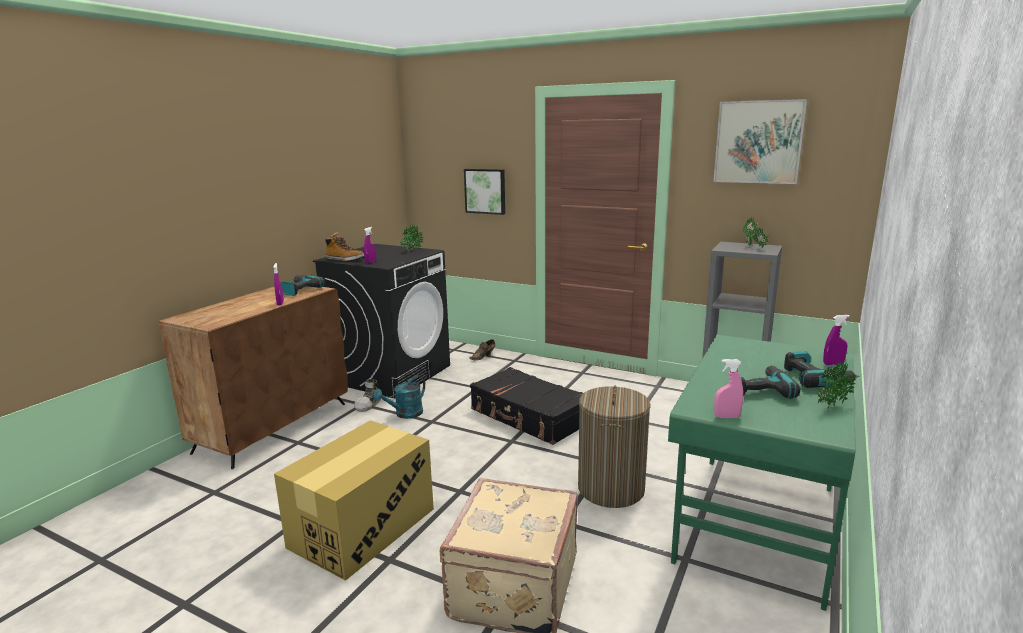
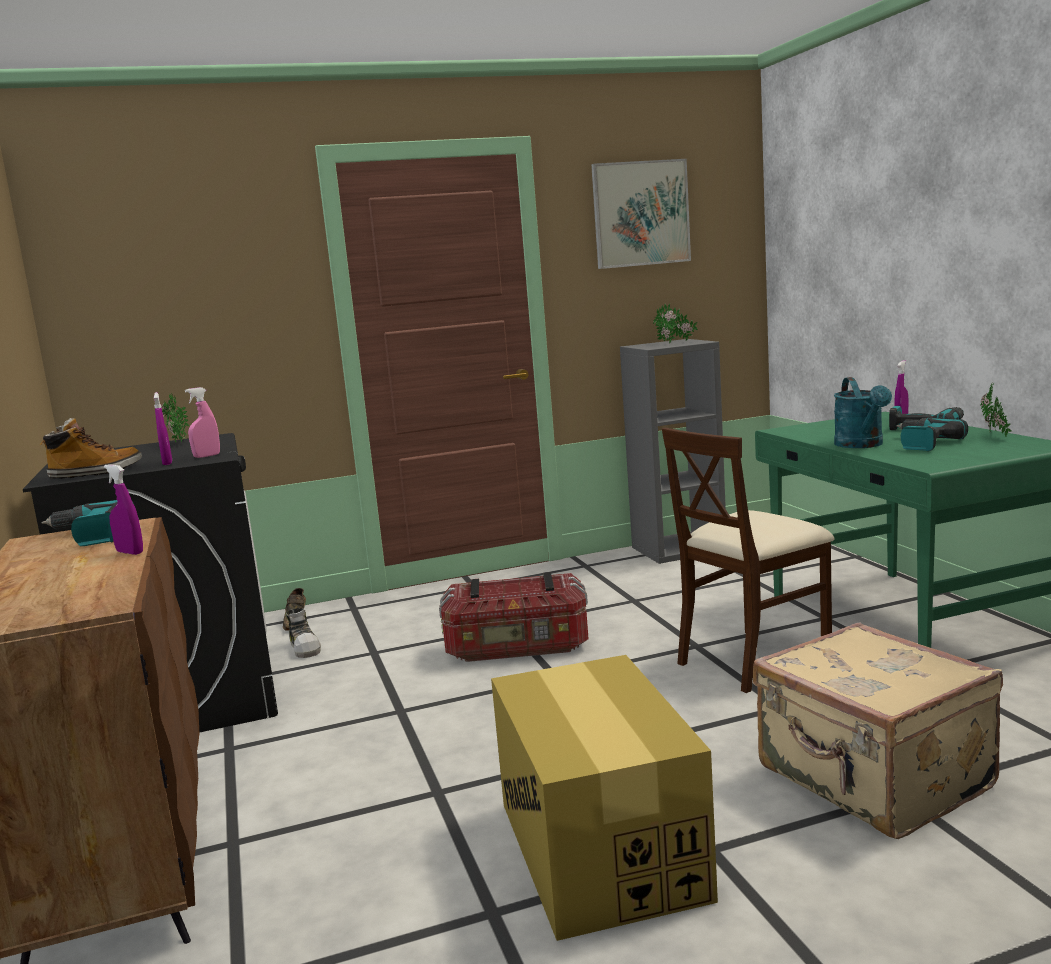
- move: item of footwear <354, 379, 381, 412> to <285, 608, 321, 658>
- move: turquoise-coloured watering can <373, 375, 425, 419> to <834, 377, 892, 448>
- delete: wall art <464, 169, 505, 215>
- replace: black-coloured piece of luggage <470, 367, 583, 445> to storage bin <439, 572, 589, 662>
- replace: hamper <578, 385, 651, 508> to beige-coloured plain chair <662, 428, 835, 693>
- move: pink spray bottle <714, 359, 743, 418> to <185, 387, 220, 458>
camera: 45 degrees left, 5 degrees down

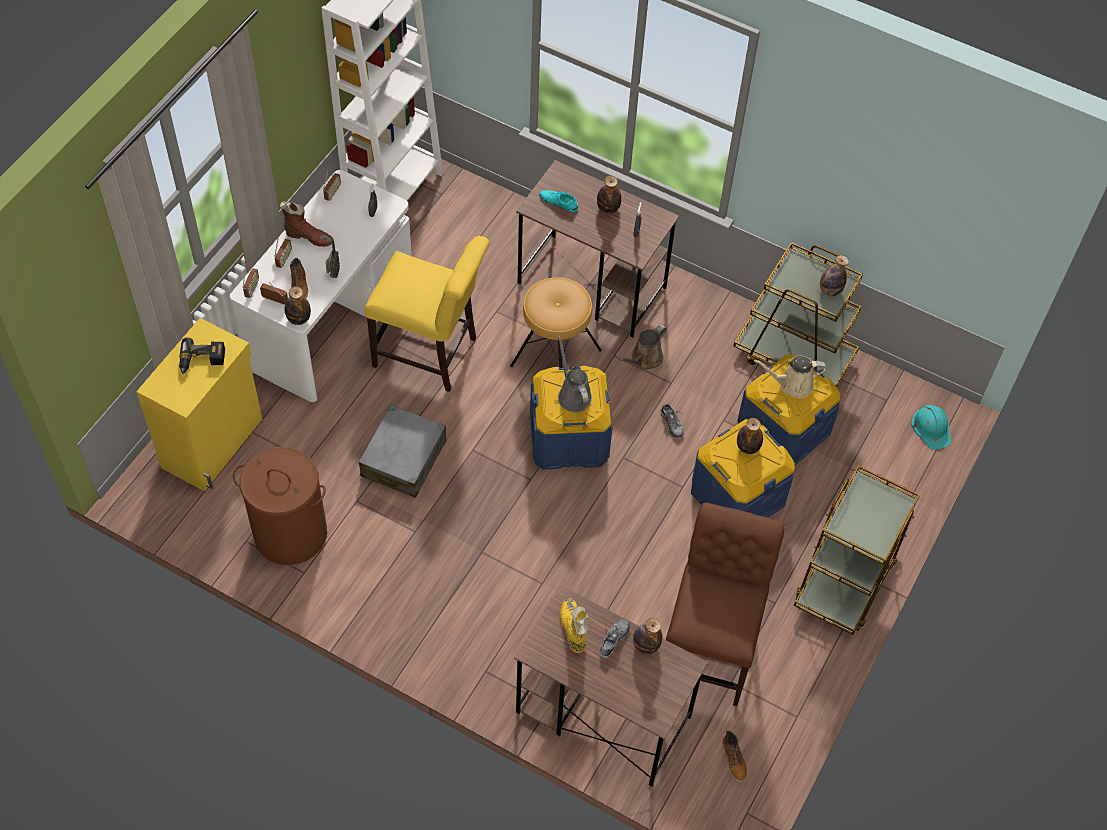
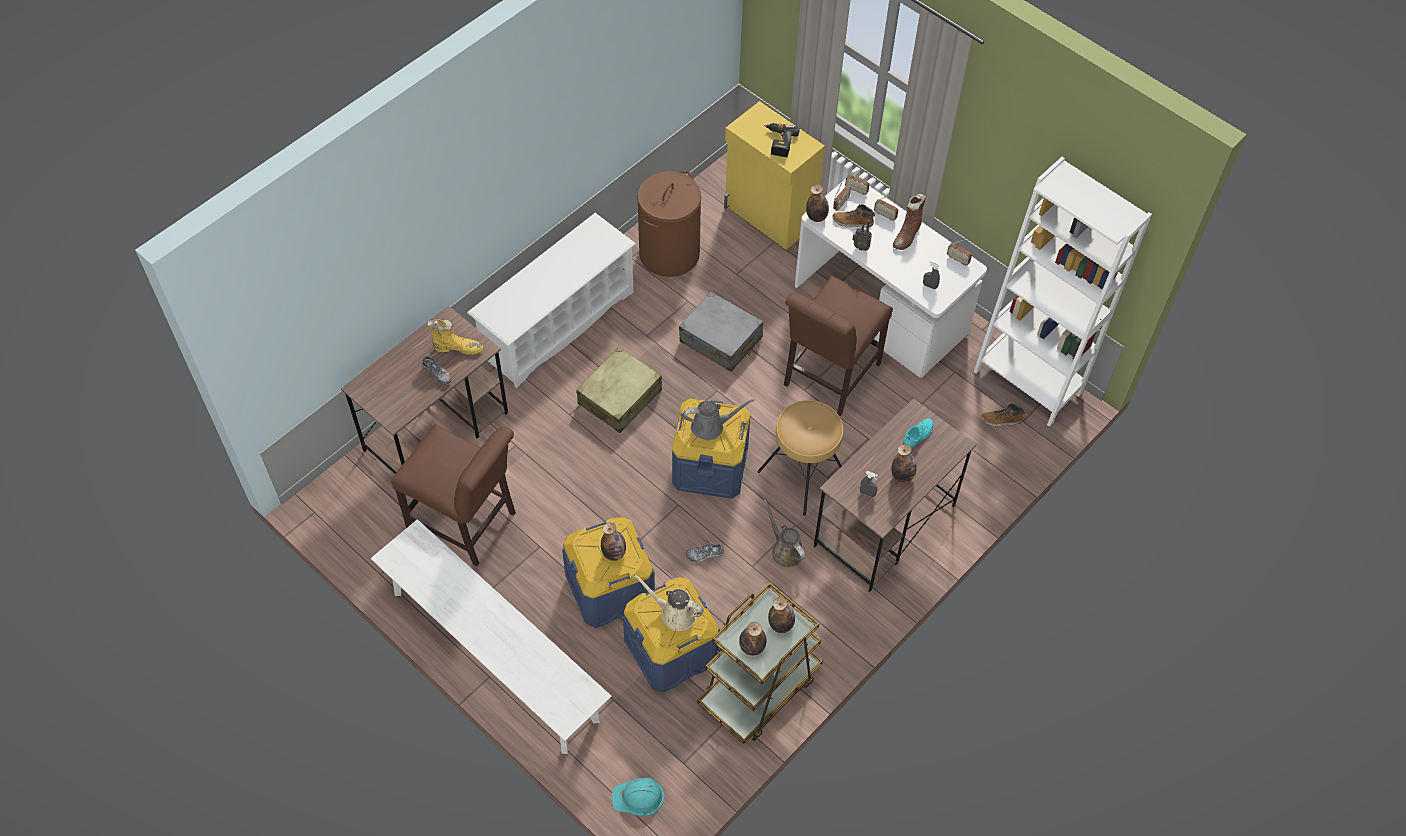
- recolor: yellow-coloured plain chair <365, 236, 489, 392> to brown plain chair <784, 276, 893, 416>
- move: drink bottle <633, 618, 662, 655> to <768, 597, 795, 633>
- move: boot <722, 730, 747, 782> to <982, 404, 1025, 427>
- rotate: beige-coloured watering can <754, 356, 827, 398> = <634, 574, 704, 631> 75 degrees counterclockwise
- replace: brown wheeled cart <794, 465, 920, 635> to white long seat <371, 519, 611, 754>
- insert: white shoe shelf <467, 213, 636, 388>
- insert: beige-coloured piece of luggage <576, 347, 662, 433>
camera: 105 degrees right, 0 degrees up

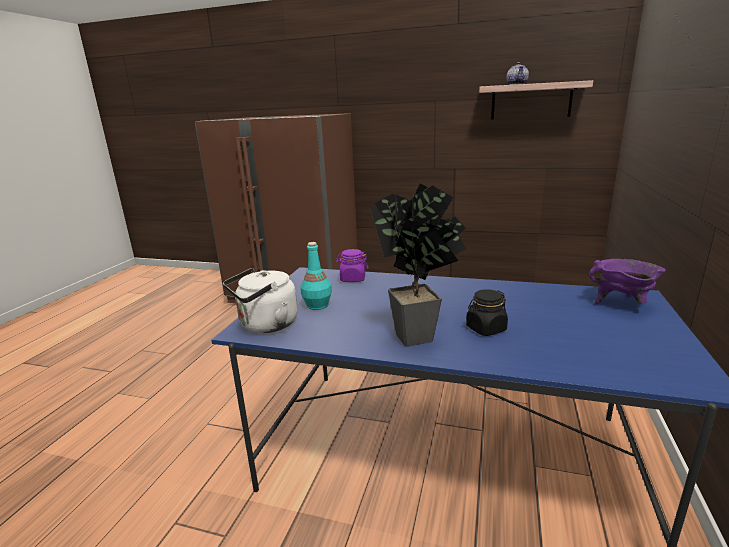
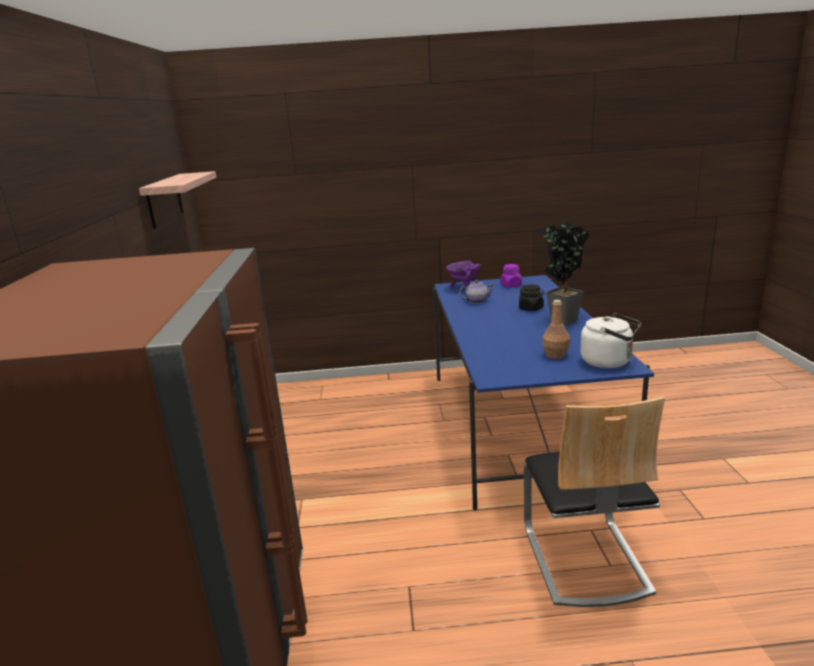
- recolor: turquoise-coloured drink bottle <301, 242, 332, 310> to brown drink bottle <542, 300, 570, 359>
- move: purple-coloured preserve jar <336, 249, 368, 282> to <501, 264, 522, 287>
- move: teapot <507, 62, 529, 85> to <459, 280, 494, 304>
- insert: plain chair <524, 396, 665, 607>
camera: 110 degrees left, 0 degrees up

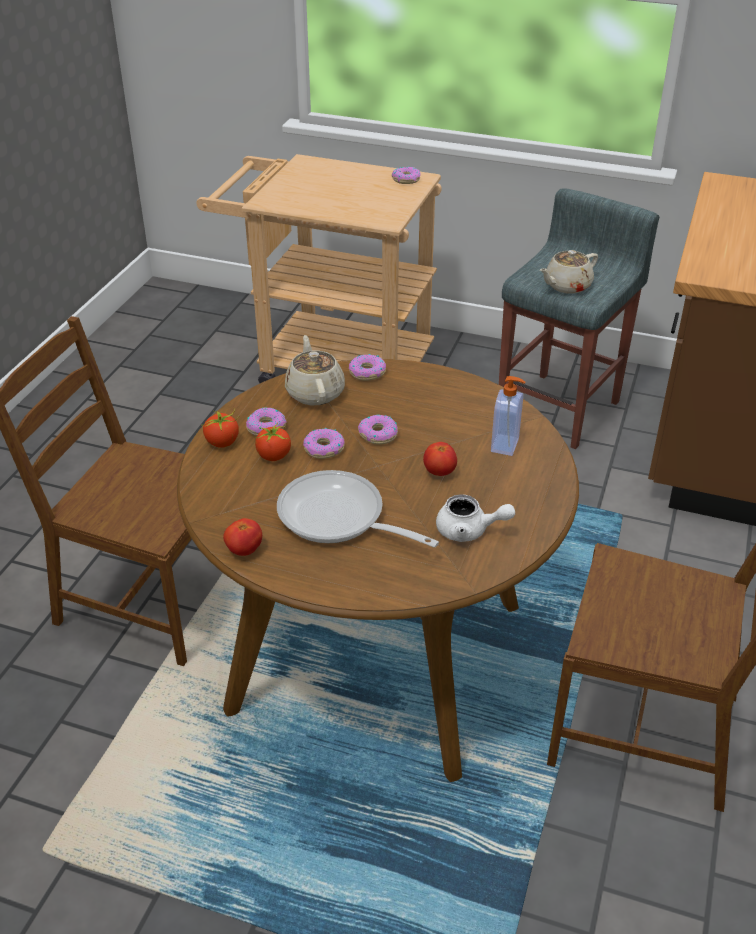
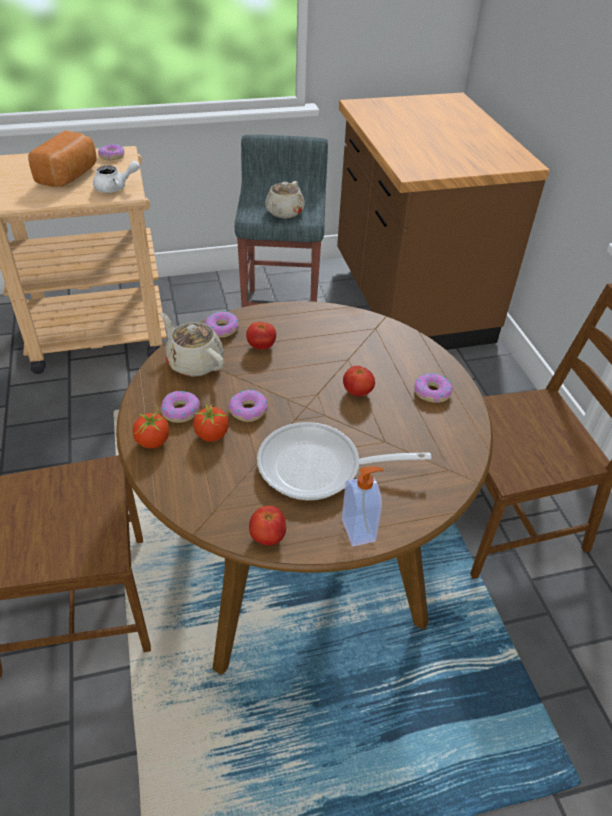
- move: donut <358, 415, 398, 445> to <414, 373, 453, 403>
- move: white teapot <436, 494, 515, 542> to <93, 161, 140, 193>
- move: soap dispenser <491, 376, 525, 456> to <342, 466, 383, 546>
- insert: bread <28, 131, 97, 187>
- insert: tomato <246, 322, 276, 349>
camera: 35 degrees left, 5 degrees up

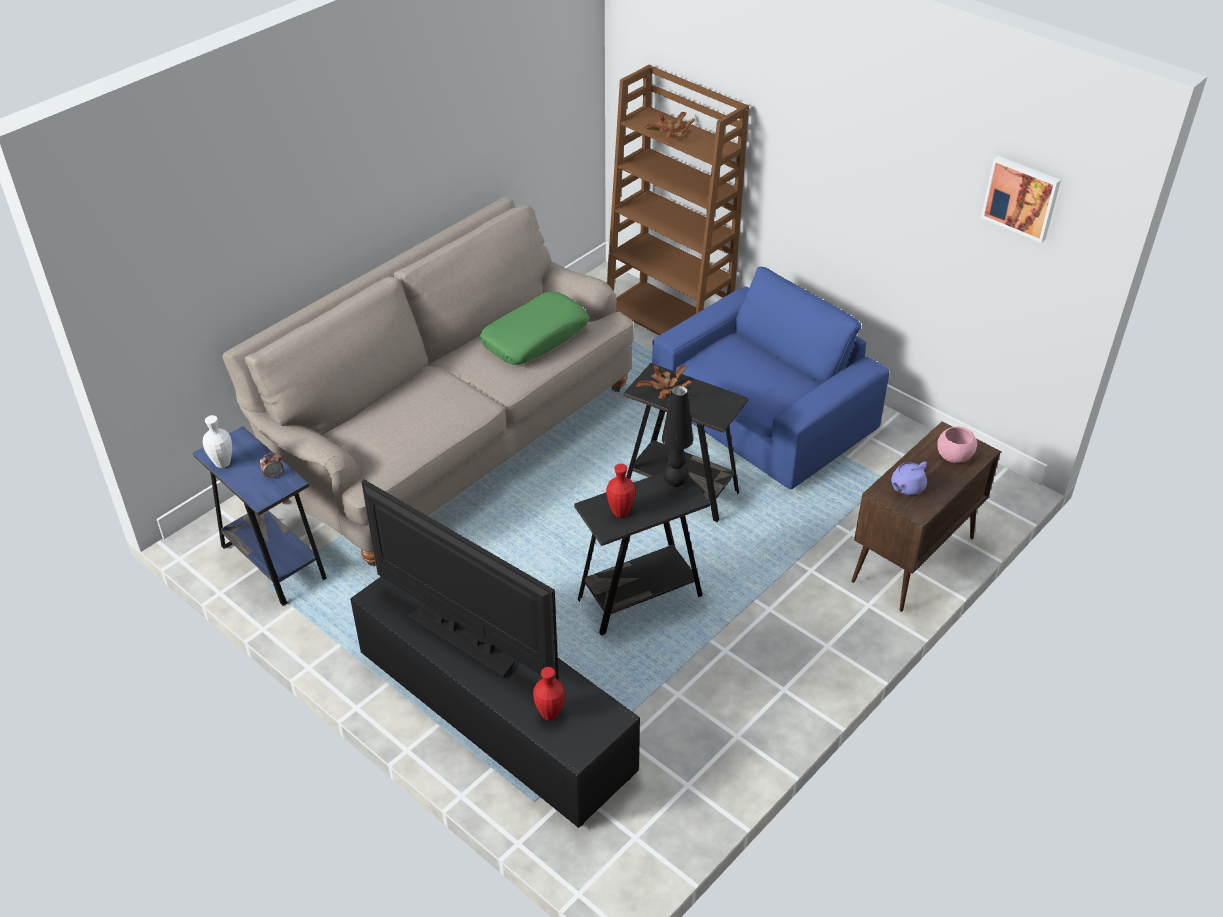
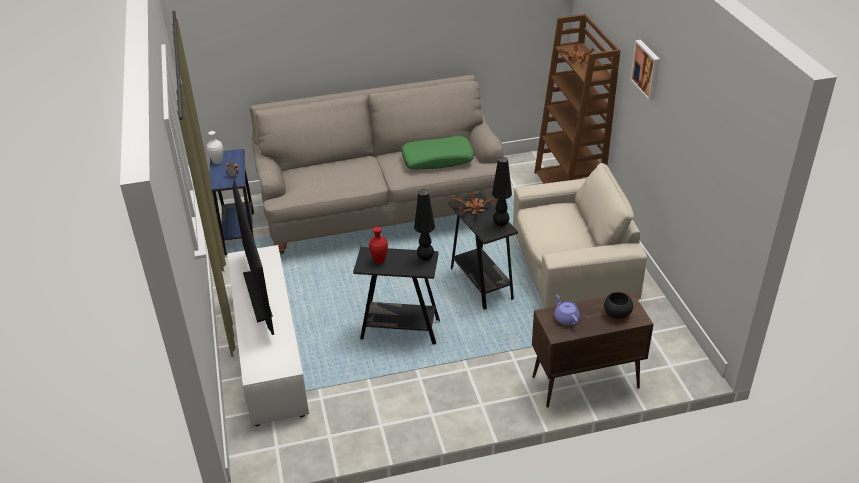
- recolor: black-coloured tv stand <350, 577, 640, 828> to white tv stand <227, 245, 309, 426>
- delete: reddish vase <533, 667, 565, 720>
- recolor: blue lounge chair <652, 267, 890, 489> to beige-coloured lounge chair <513, 163, 647, 308>
- rotate: purple-coloured teapot <891, 462, 927, 495> = <554, 295, 580, 325> 75 degrees clockwise
- recolor: pink serving bowl <937, 426, 977, 463> to black-coloured serving bowl <604, 292, 633, 319>
- move: wall art <981, 156, 1061, 243> to <630, 40, 660, 101>
- insert: black-coloured table lamp <492, 157, 512, 227>
camera: 35 degrees right, 5 degrees down

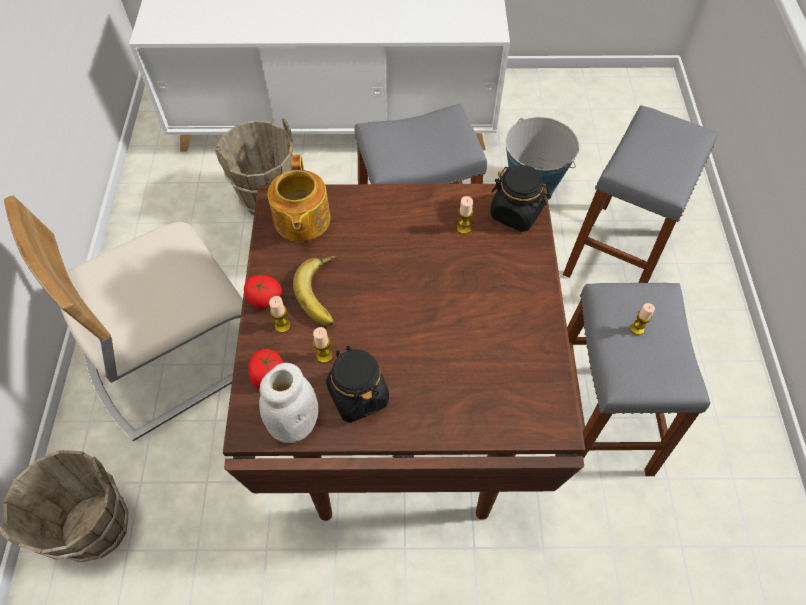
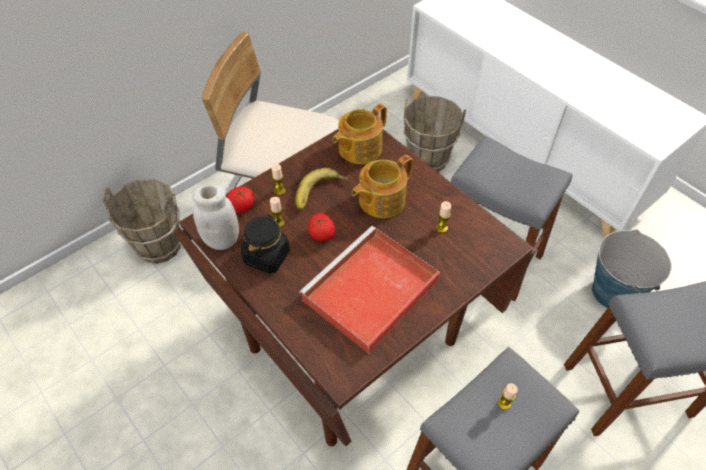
- move: tomato <244, 275, 282, 309> to <308, 213, 335, 241>
- delete: black-coloured preserve jar <490, 165, 551, 232>
- insert: reddish tray <299, 226, 440, 354>
- insert: teapot <352, 155, 413, 218>
camera: 50 degrees right, 5 degrees down

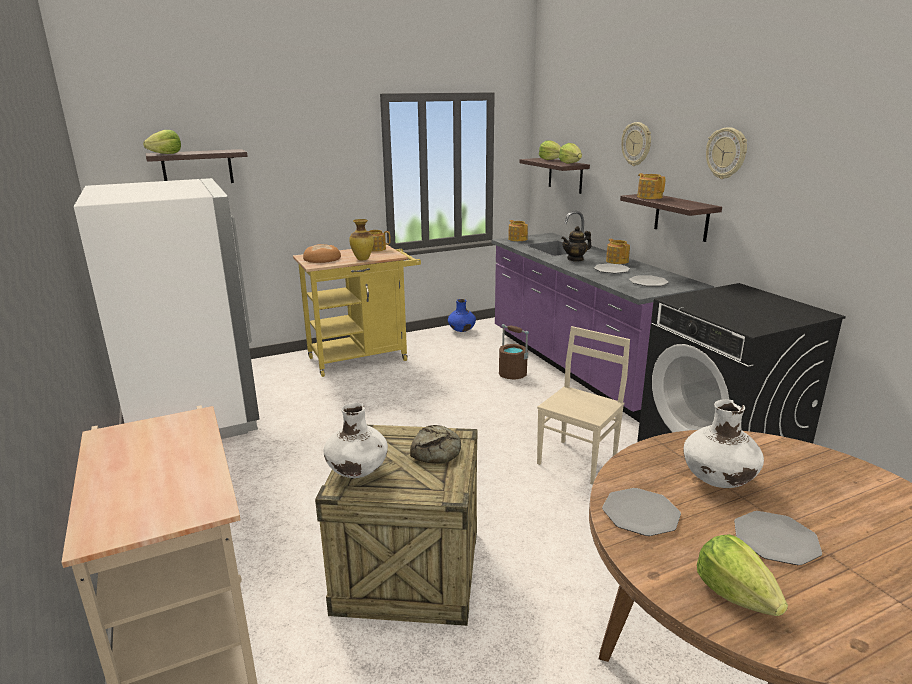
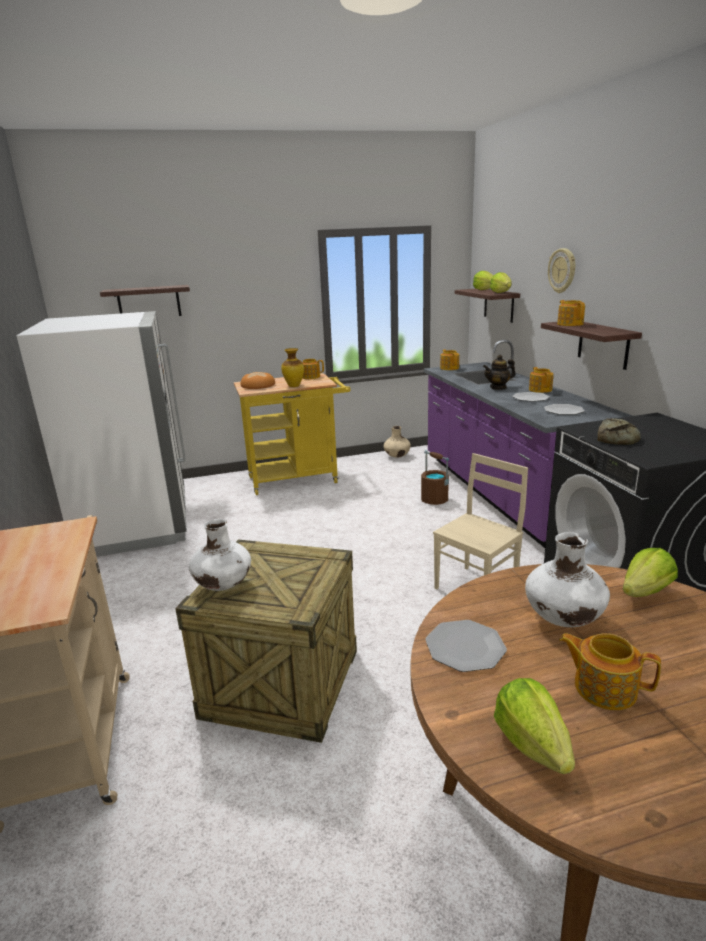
- move: head of lettuce <143, 130, 181, 154> to <623, 548, 678, 597>
- move: bread <410, 425, 461, 464> to <598, 418, 641, 445>
- recolor: blue vase <448, 299, 476, 332> to beige-coloured vase <383, 426, 411, 458>
- delete: wall clock <706, 127, 747, 179>
- replace: dinner plate <734, 511, 822, 565> to teapot <559, 633, 661, 710>
camera: 10 degrees right, 0 degrees up

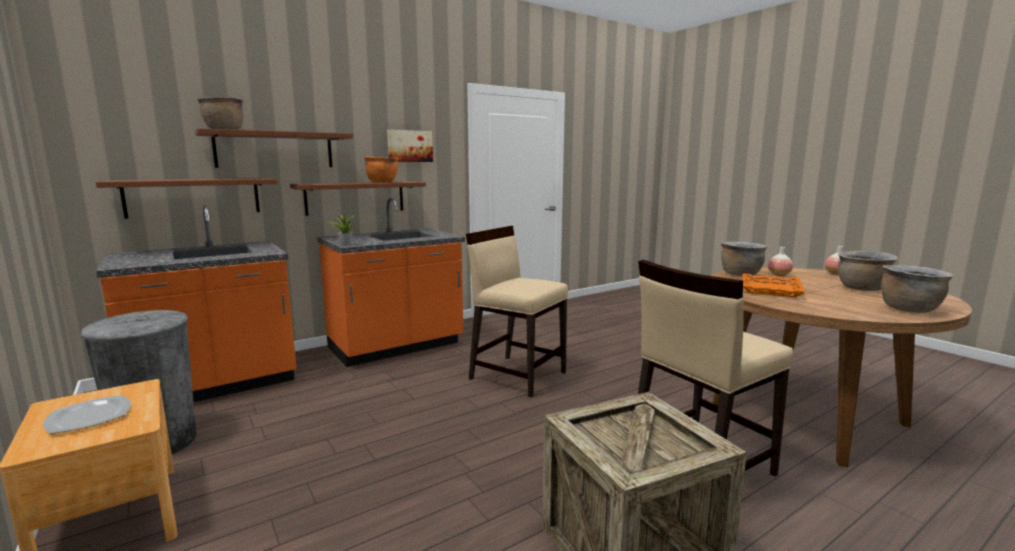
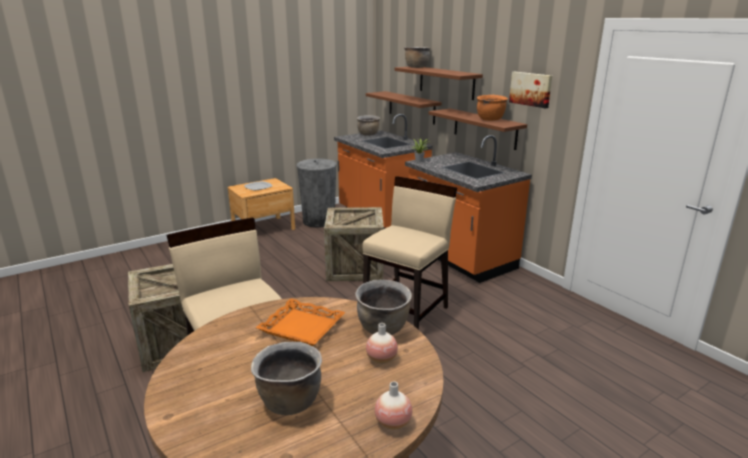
- move: brown cooking pot <881, 265, 954, 313> to <357, 115, 380, 136>
- insert: shipping crate <324, 207, 384, 281>
camera: 90 degrees right, 10 degrees up

